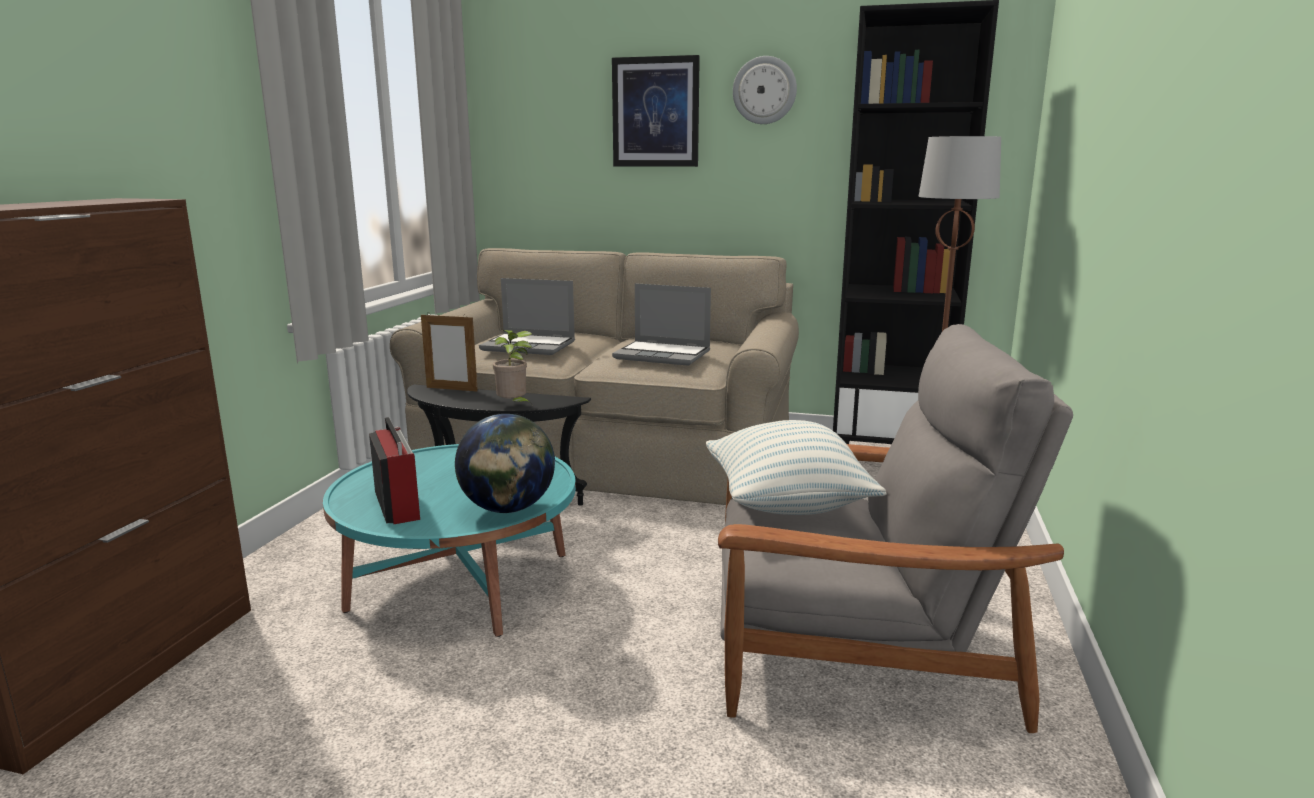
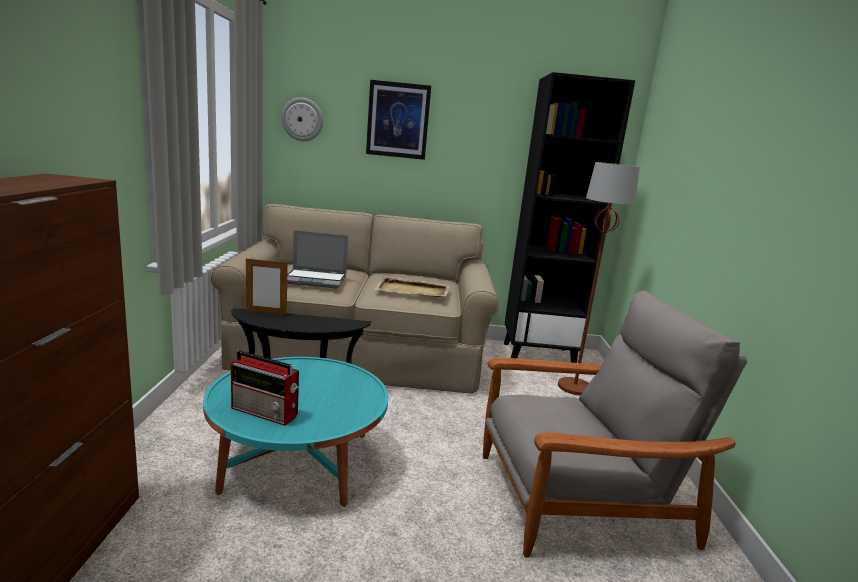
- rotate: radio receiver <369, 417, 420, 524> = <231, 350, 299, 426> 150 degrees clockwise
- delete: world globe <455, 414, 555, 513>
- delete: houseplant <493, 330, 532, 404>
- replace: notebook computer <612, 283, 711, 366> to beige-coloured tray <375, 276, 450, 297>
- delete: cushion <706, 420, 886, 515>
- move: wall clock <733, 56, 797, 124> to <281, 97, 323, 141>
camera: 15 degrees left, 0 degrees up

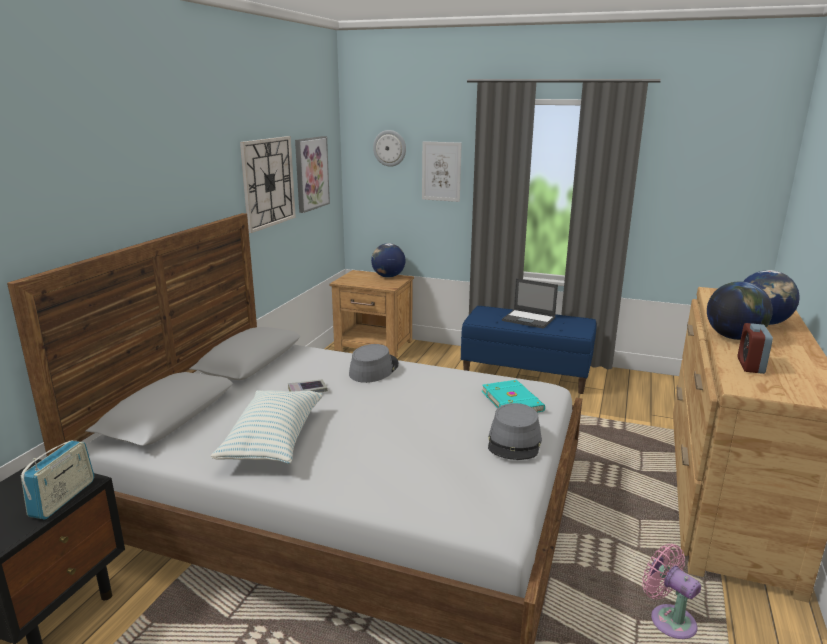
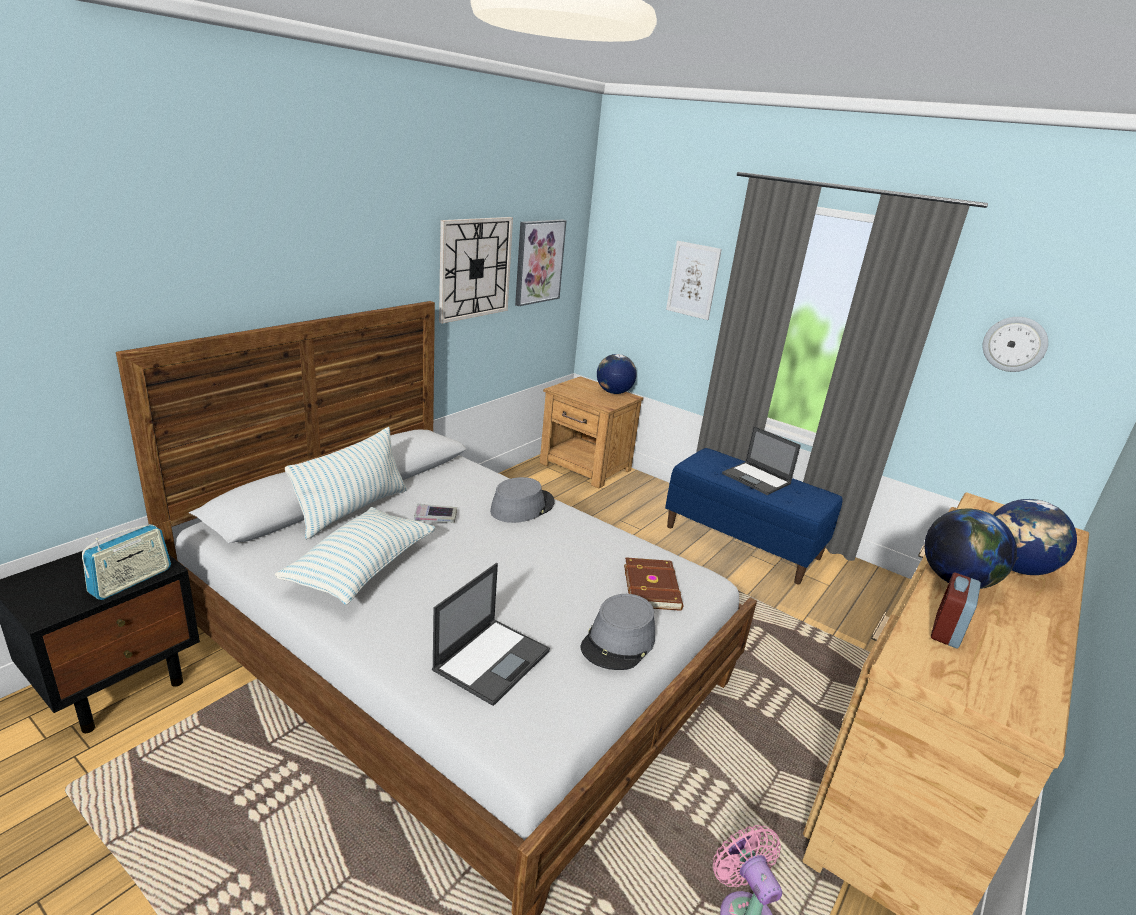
- move: wall clock <373, 130, 406, 167> to <983, 317, 1048, 372>
- recolor: turquoise-coloured book <482, 380, 545, 412> to brown book <624, 557, 683, 611>
- insert: cushion <285, 427, 407, 539>
- insert: notebook computer <432, 563, 550, 706>
camera: 15 degrees right, 5 degrees up

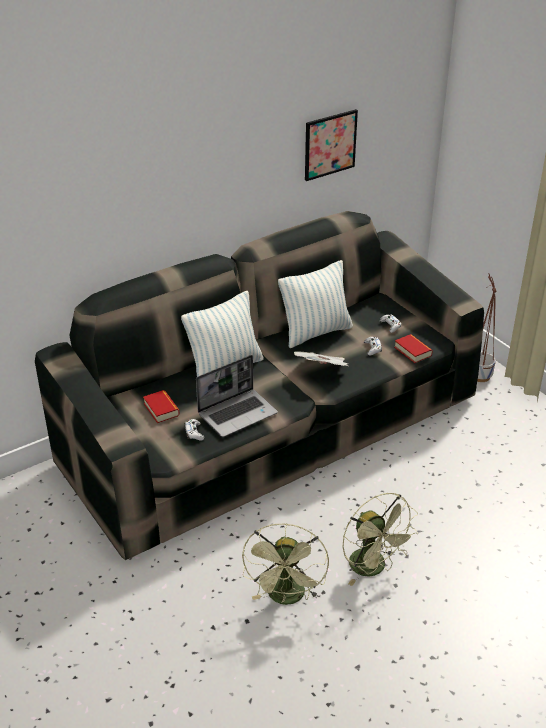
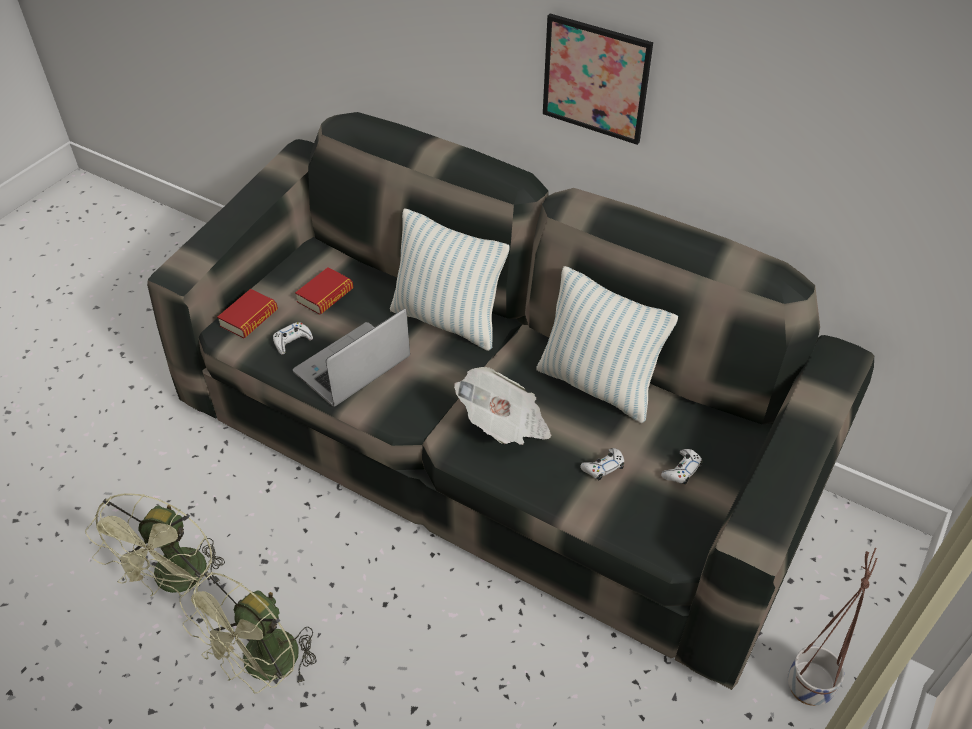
- rotate: notebook computer <196, 355, 278, 437> = <293, 309, 410, 407> 105 degrees clockwise
- rotate: green fan <242, 524, 329, 605> = <85, 493, 225, 596> 60 degrees counterclockwise
- move: wall art <305, 109, 358, 181> to <543, 14, 653, 145>
- move: book <394, 334, 433, 363> to <217, 289, 278, 338>
camera: 65 degrees right, 10 degrees up

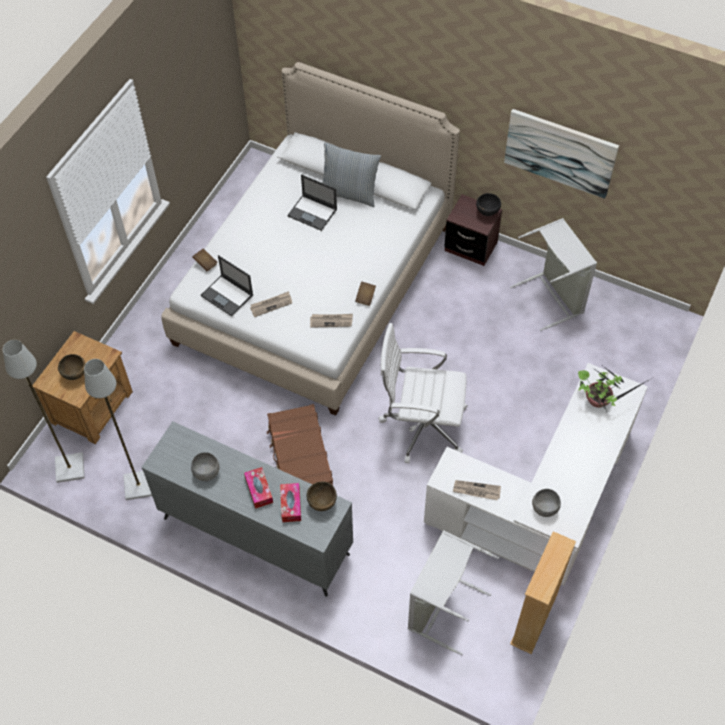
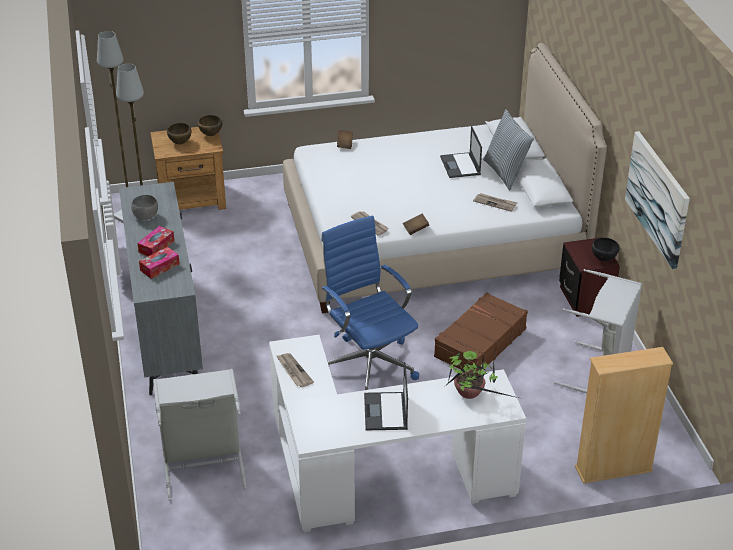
- move: notebook computer <201, 255, 253, 316> to <364, 362, 408, 430>
- move: printed paper <250, 291, 292, 317> to <473, 193, 518, 211>
- move: brown piece of luggage <267, 404, 333, 485> to <434, 292, 528, 371>
- move: brown serving bowl <307, 482, 337, 511> to <198, 115, 223, 136>
- recolor: white computer chair <378, 323, 468, 463> to blue computer chair <321, 215, 419, 390>
- move: beige-coloured bookshelf <510, 531, 576, 654> to <575, 347, 673, 484>
- delete: greyish serving bowl <532, 489, 561, 517>
camera: 50 degrees right, 20 degrees down

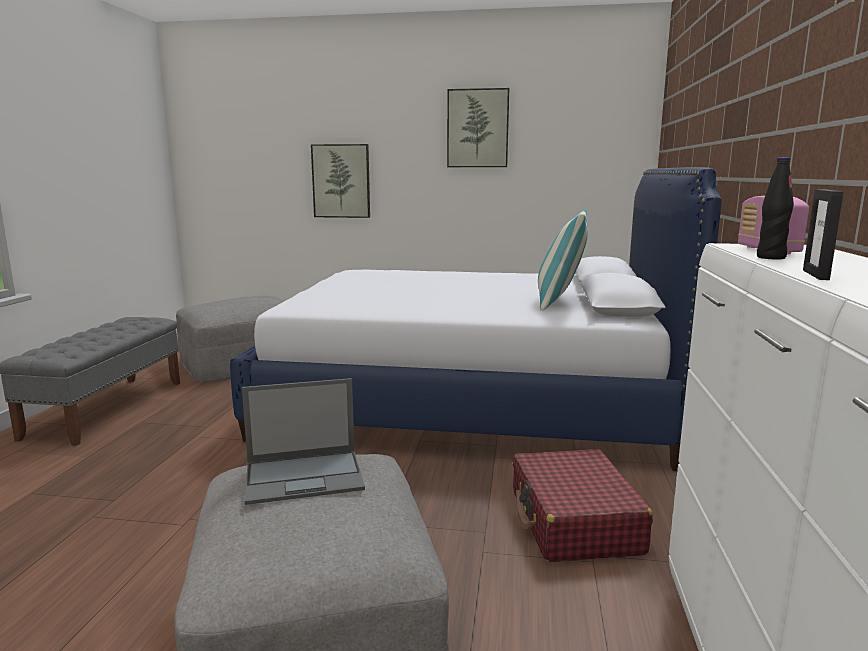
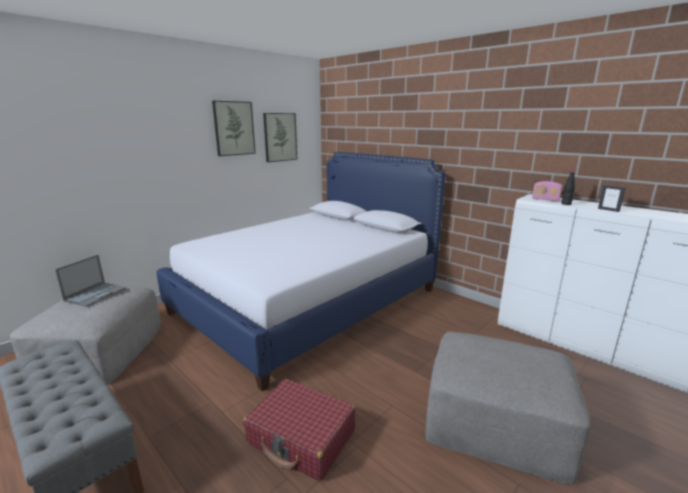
- move: notebook computer <242, 378, 365, 505> to <55, 255, 126, 307>
- move: wall art <311, 144, 370, 218> to <263, 113, 297, 162>
- move: reddish piece of luggage <513, 449, 653, 562> to <243, 379, 355, 481>
- delete: cushion <538, 209, 588, 310>
camera: 55 degrees left, 5 degrees up

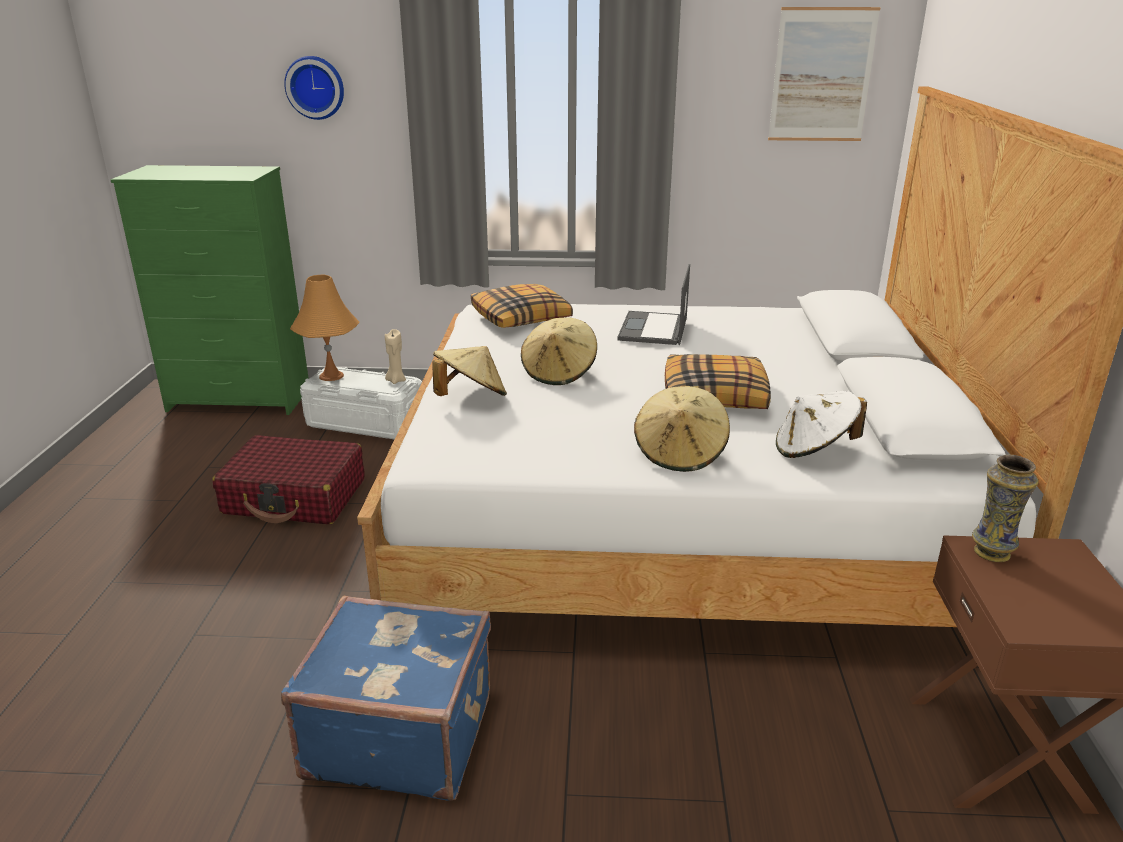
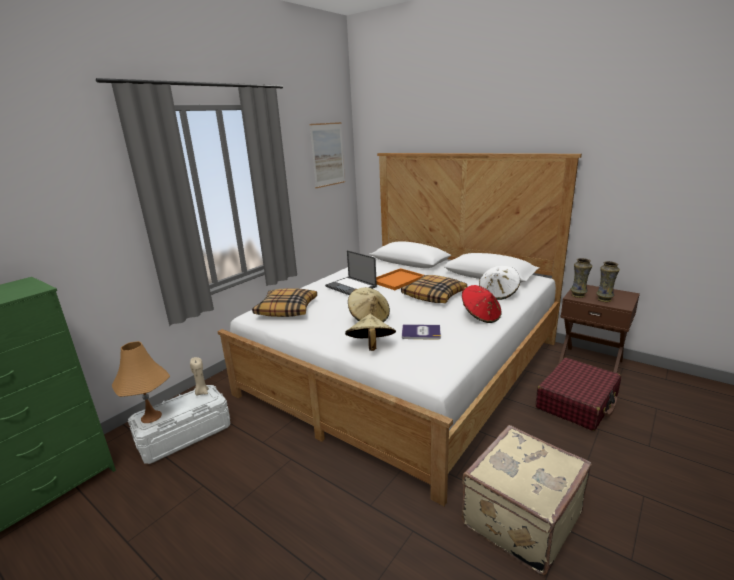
- move: reddish piece of luggage <212, 435, 365, 524> to <536, 358, 621, 431>
- recolor: blue piece of luggage <281, 595, 491, 801> to beige-coloured piece of luggage <462, 425, 592, 575>
- delete: wall clock <284, 56, 344, 120>
- recolor: beige-coloured clothing hat <634, 385, 730, 472> to reddish clothing hat <462, 285, 501, 323>
- insert: orange-coloured tray <376, 268, 424, 290>
- insert: book <402, 324, 441, 340>
- insert: vase <596, 261, 620, 302>
camera: 55 degrees left, 5 degrees down

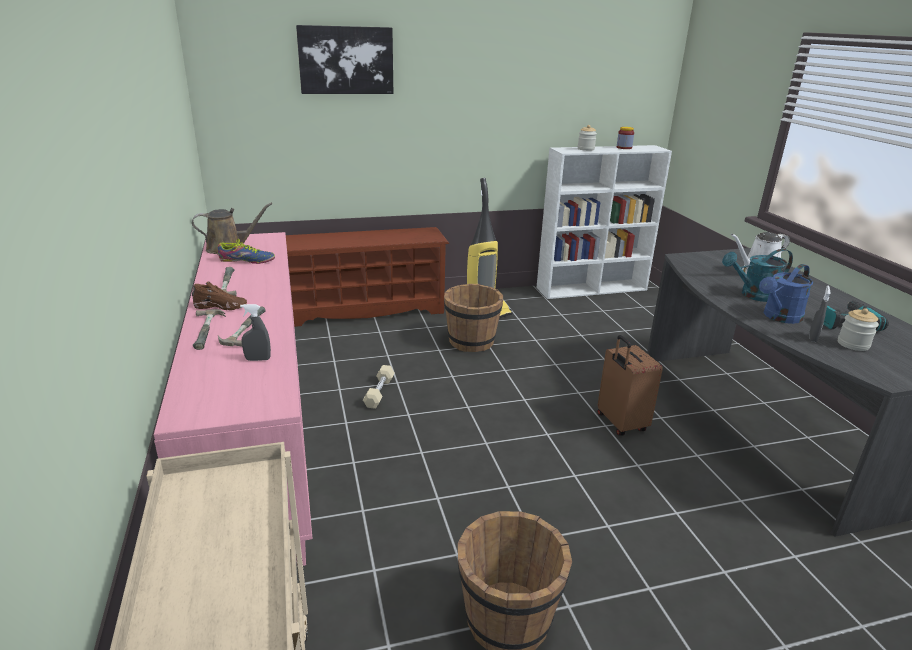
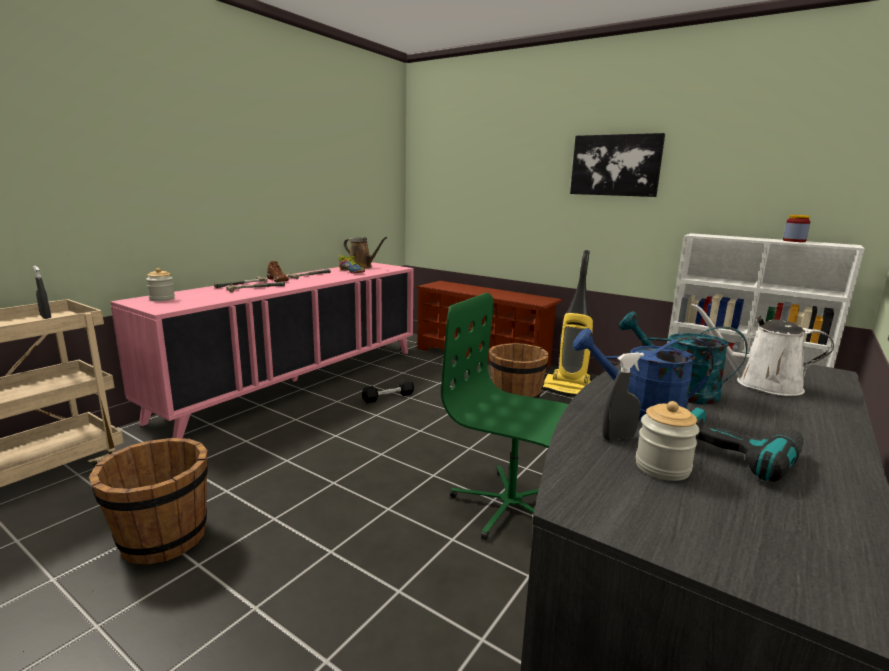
- move: greyish spray bottle <240, 304, 271, 361> to <33, 266, 51, 319>
- move: wall art <296, 25, 393, 94> to <570, 133, 665, 197>
- recolor: beige-coloured hand weight <363, 365, 395, 409> to black-coloured hand weight <362, 380, 414, 403>
- move: preserve jar <578, 125, 597, 151> to <146, 268, 175, 301>
- replace: brown piece of luggage <597, 335, 663, 436> to green computer chair <441, 293, 569, 540>
camera: 50 degrees right, 10 degrees down

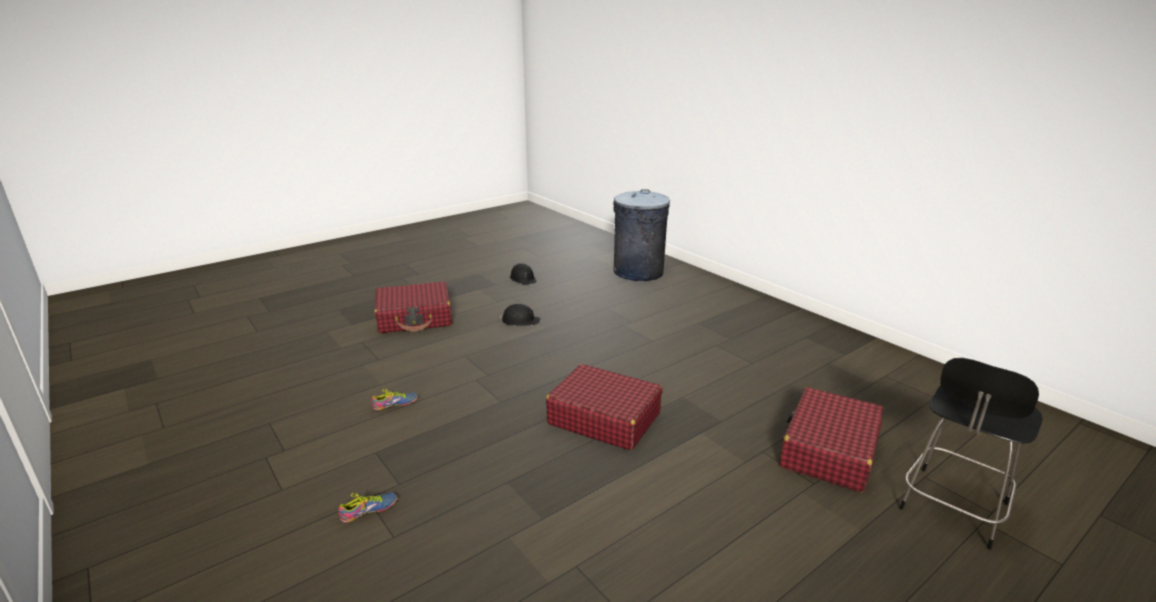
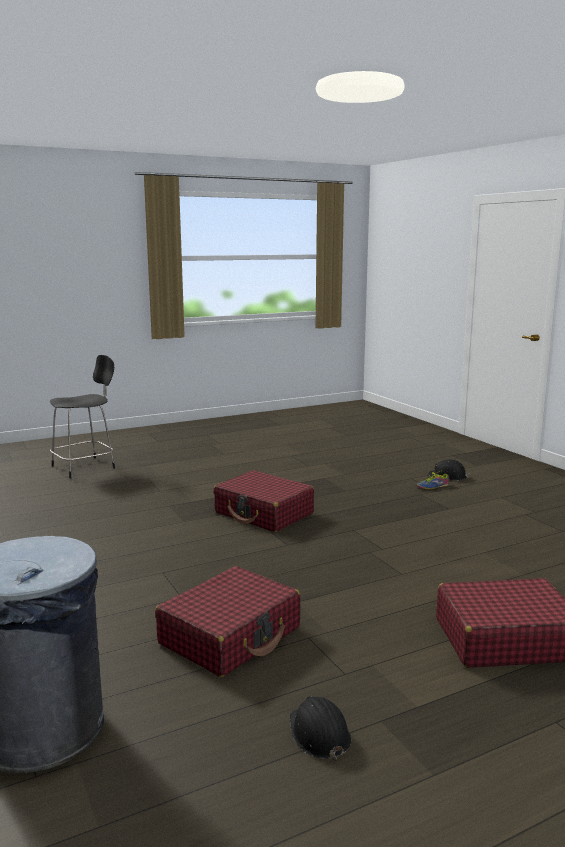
- delete: item of footwear <371, 389, 418, 410>
- move: black-coloured hard hat <499, 304, 540, 326> to <428, 460, 469, 481>
- move: reddish piece of luggage <779, 387, 883, 493> to <155, 566, 301, 677>
camera: 170 degrees left, 10 degrees down

